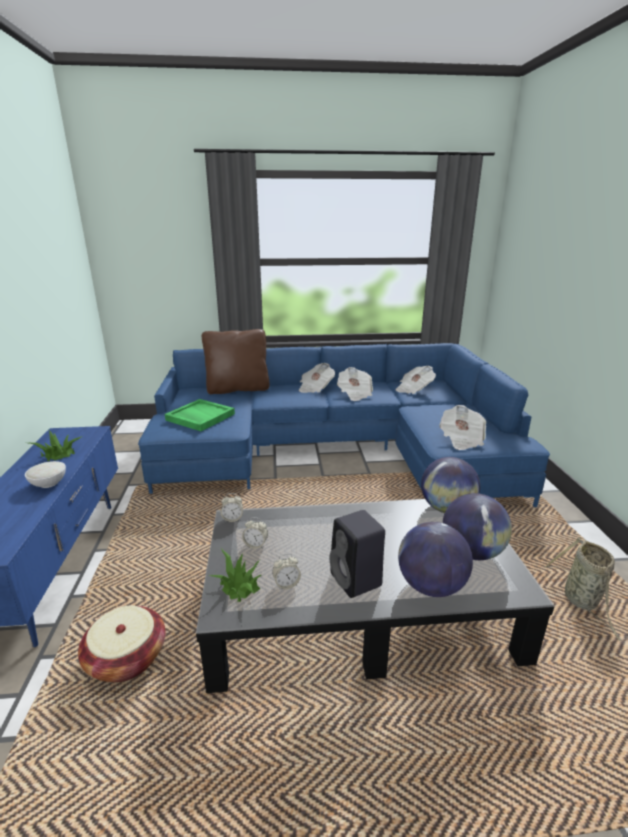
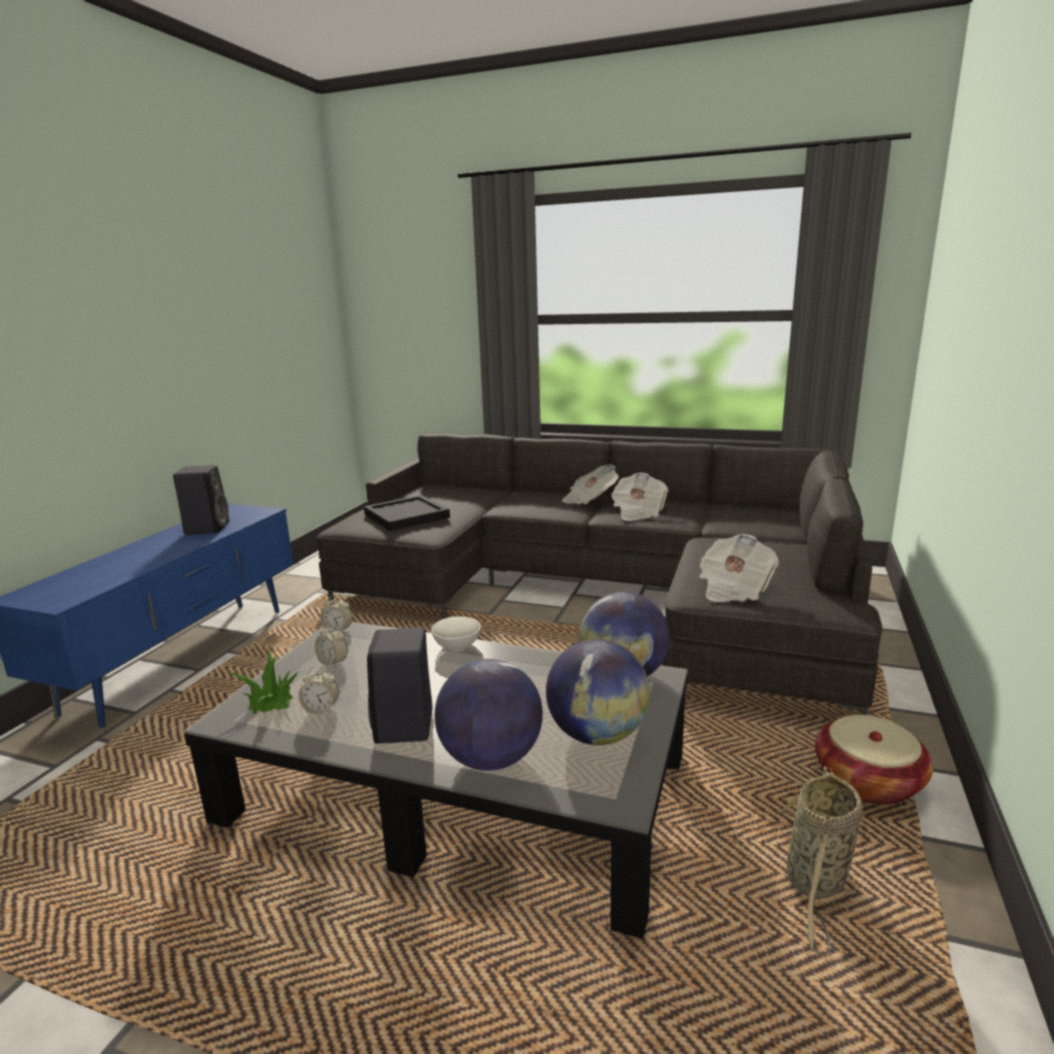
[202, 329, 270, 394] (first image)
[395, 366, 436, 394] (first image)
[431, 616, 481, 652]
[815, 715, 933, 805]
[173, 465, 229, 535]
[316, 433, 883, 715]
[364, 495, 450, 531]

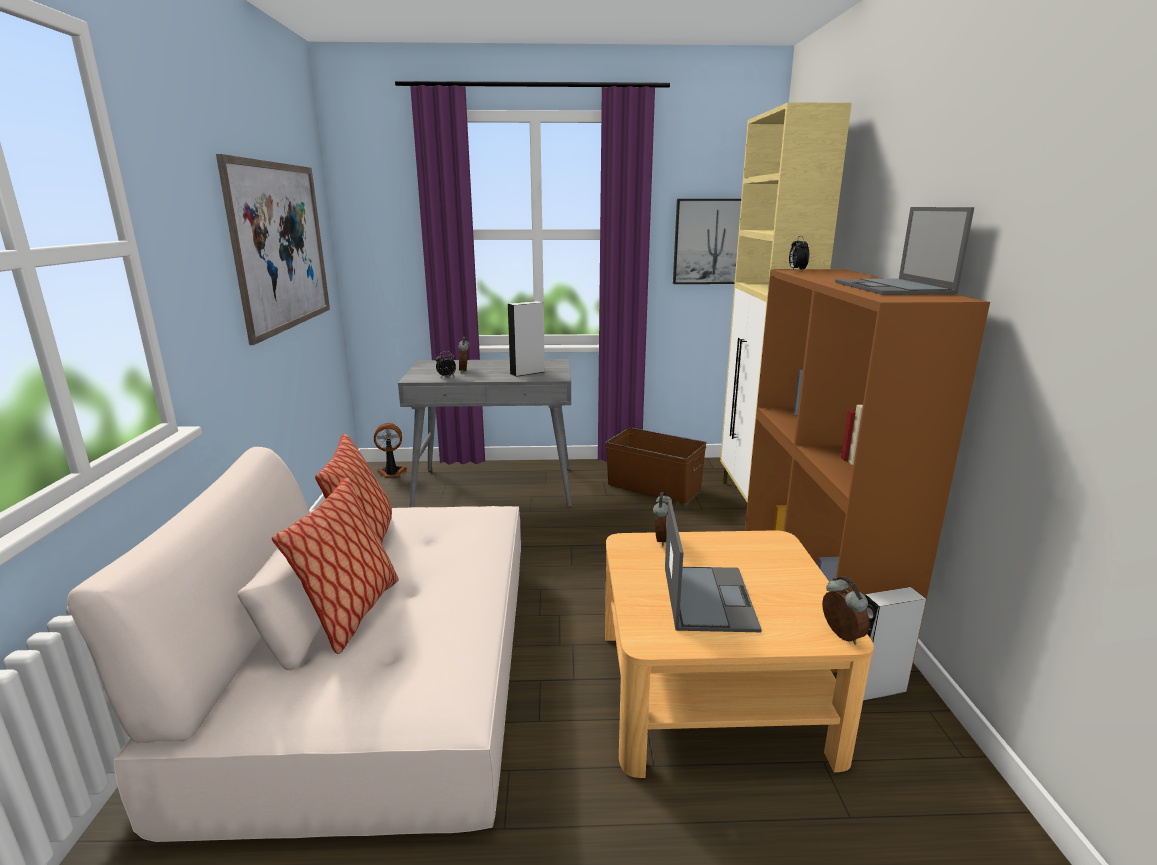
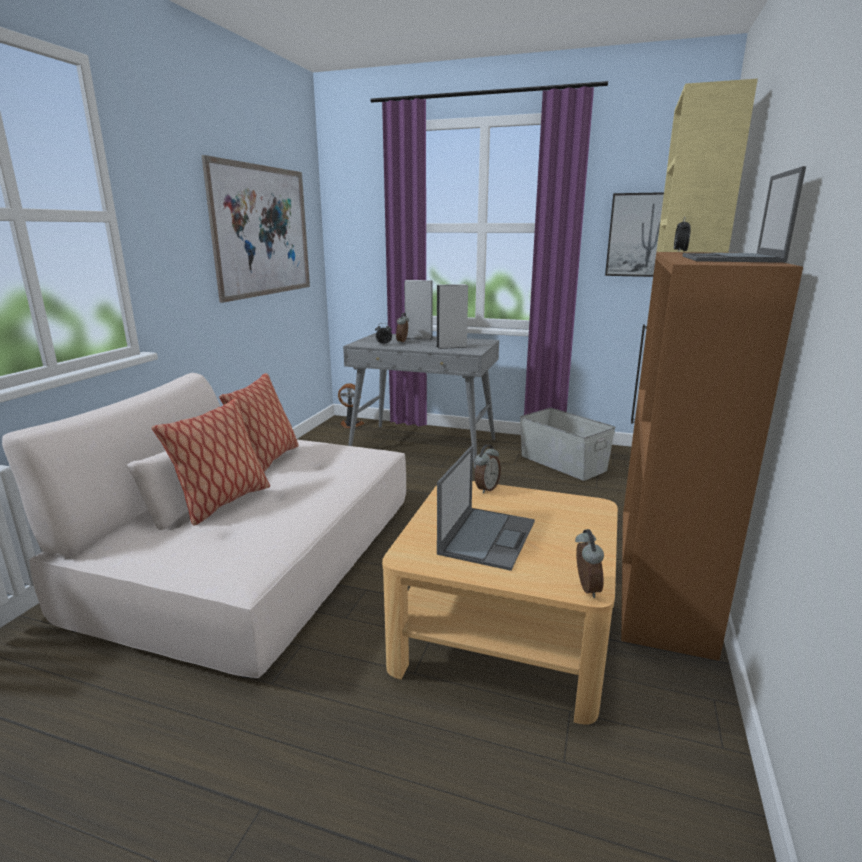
[404, 280, 433, 339]
[520, 408, 616, 481]

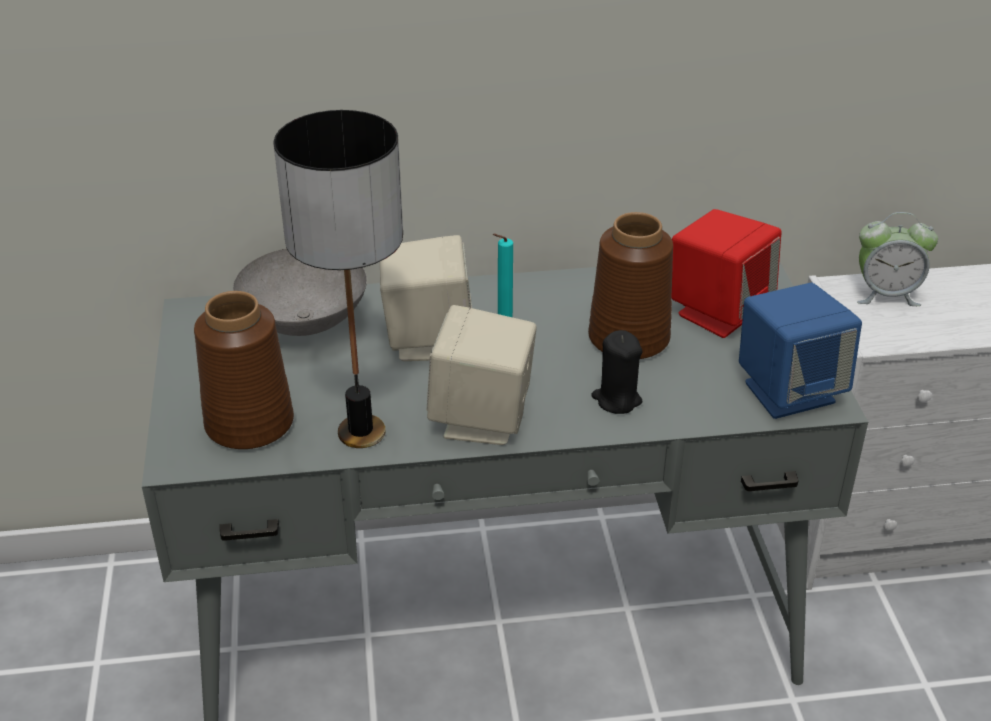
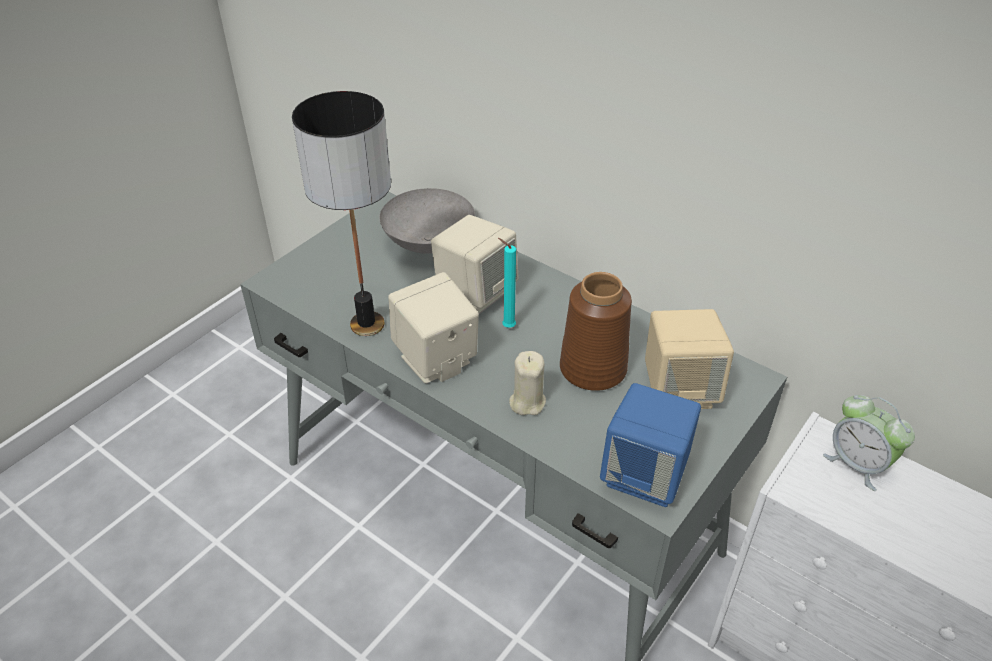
[194, 291, 294, 449] (first image)
[509, 351, 546, 415]
[645, 309, 734, 409]

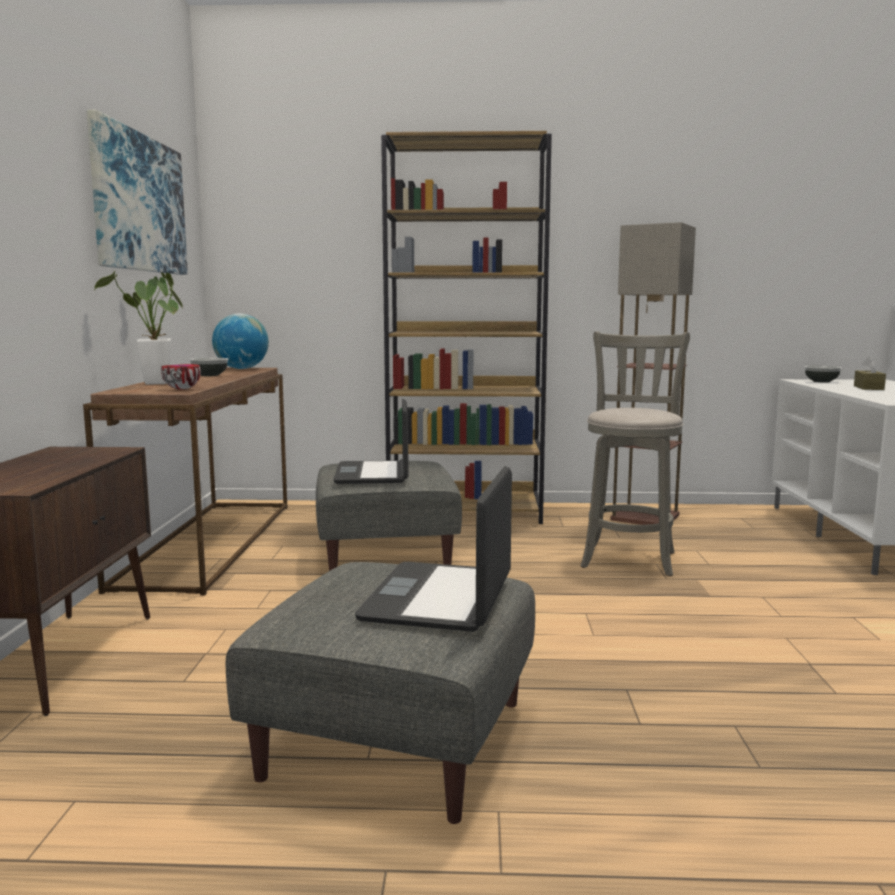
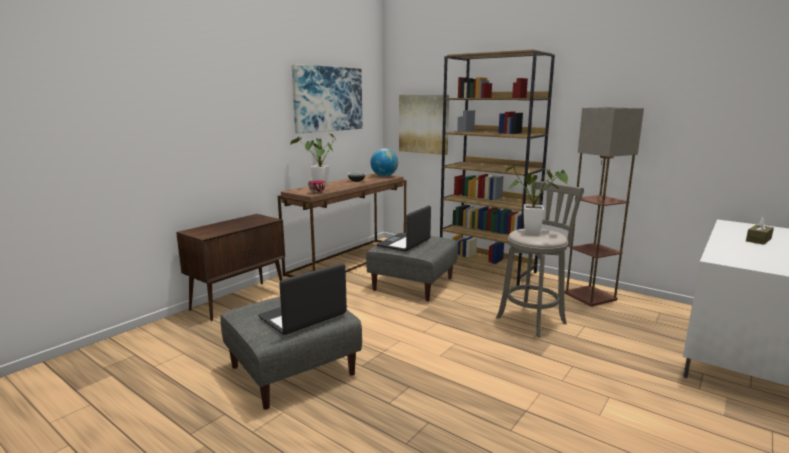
[804, 365, 842, 382] (first image)
[399, 95, 449, 155]
[505, 164, 568, 234]

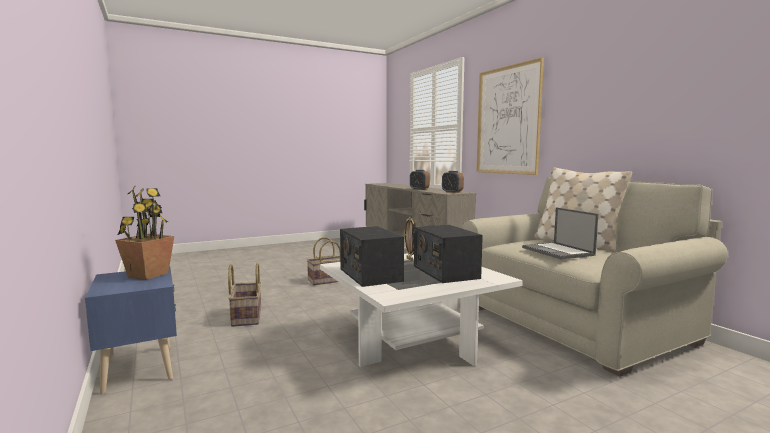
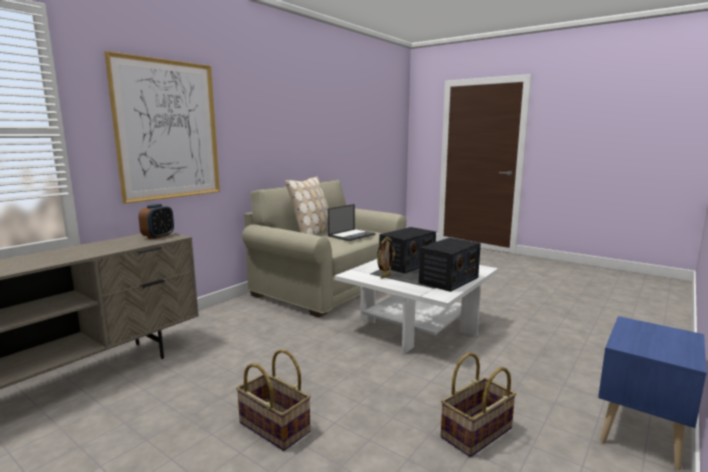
[115, 185, 174, 280] (first image)
[410, 170, 430, 190] (first image)

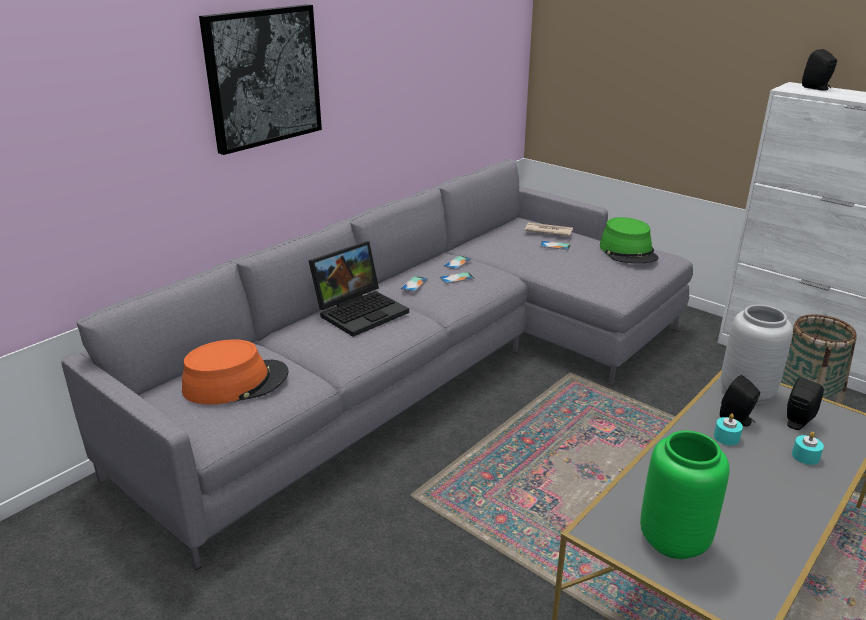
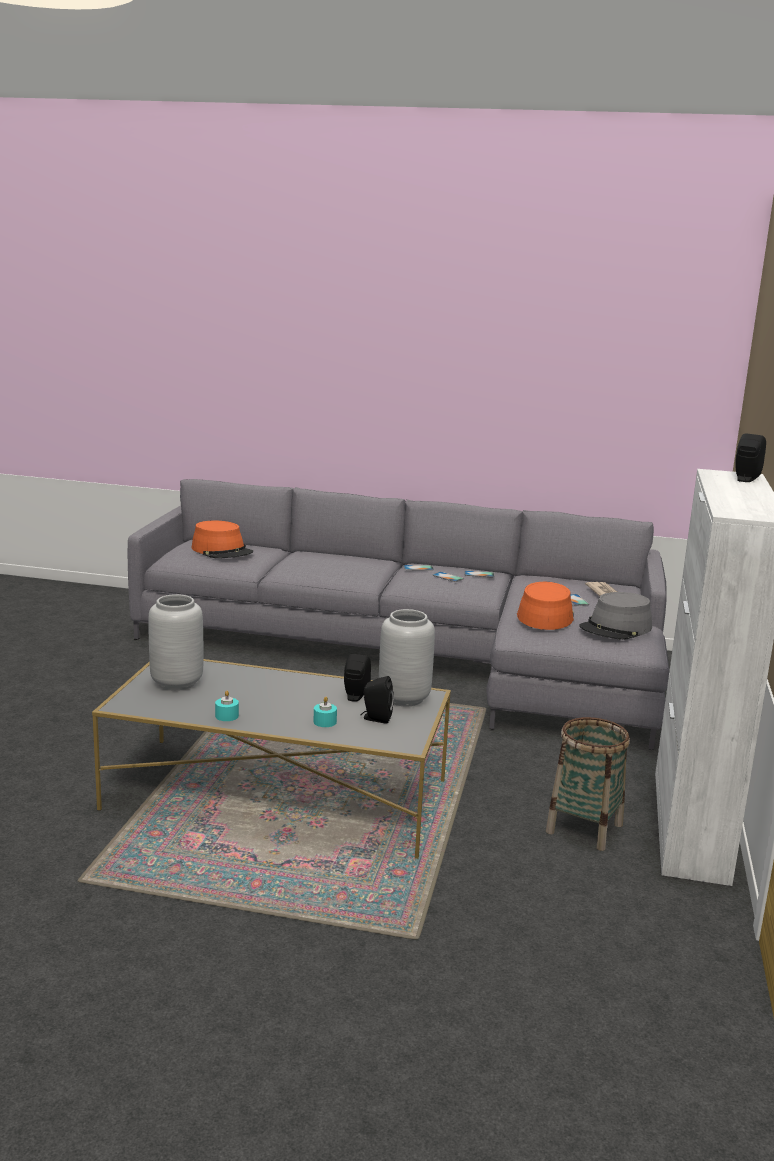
[199, 4, 322, 155] (first image)
[308, 241, 409, 337] (first image)
[517, 582, 574, 630]
[215, 691, 239, 721]
[579, 592, 652, 640]
[148, 594, 203, 690]

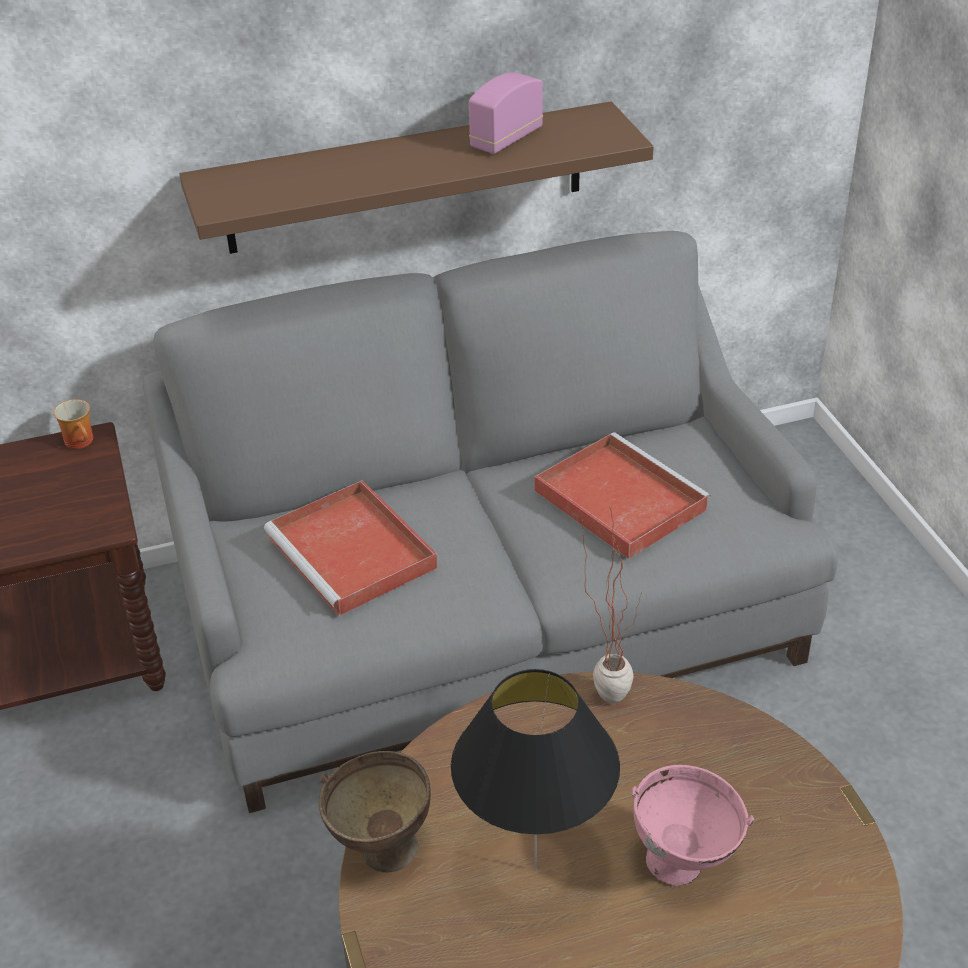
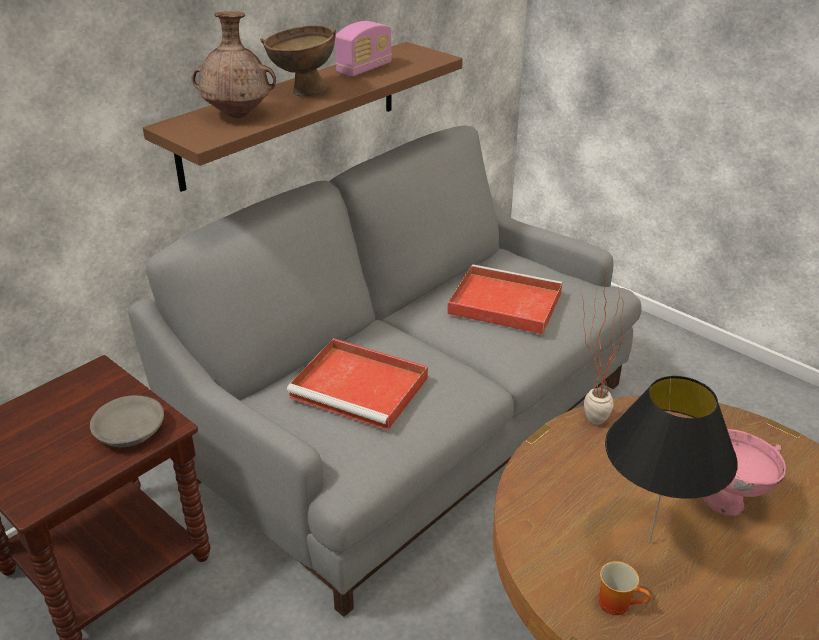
[90, 395, 164, 447]
[191, 11, 276, 118]
[599, 561, 651, 615]
[260, 25, 336, 97]
[335, 21, 392, 76]

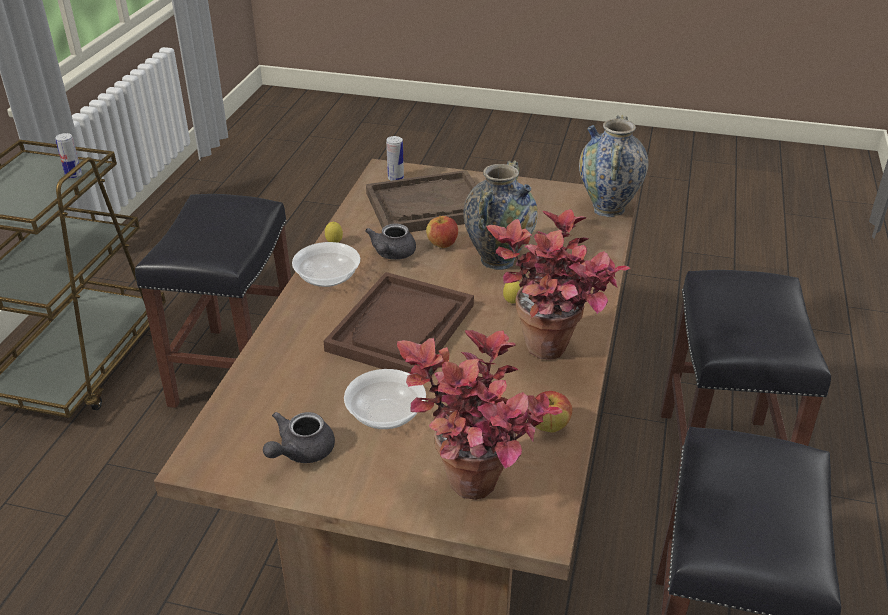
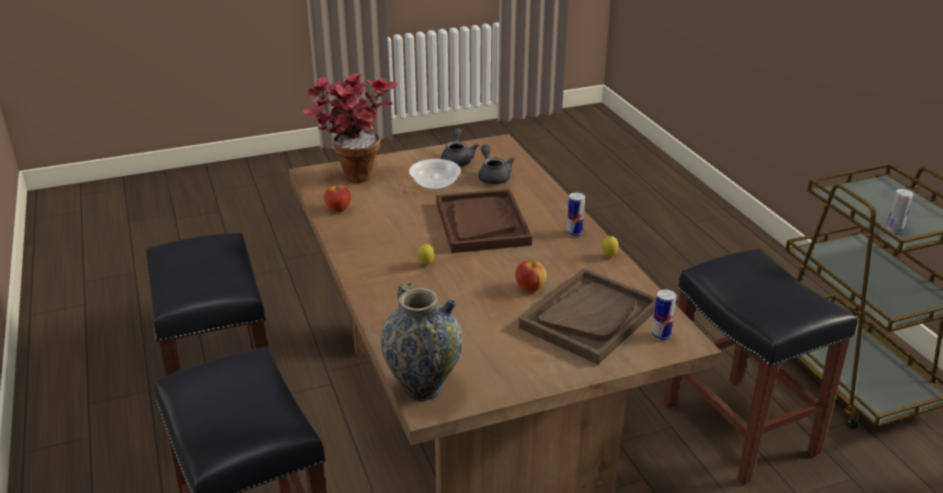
[463, 161, 538, 270] (first image)
[486, 209, 630, 360] (first image)
[478, 144, 515, 184]
[567, 193, 585, 237]

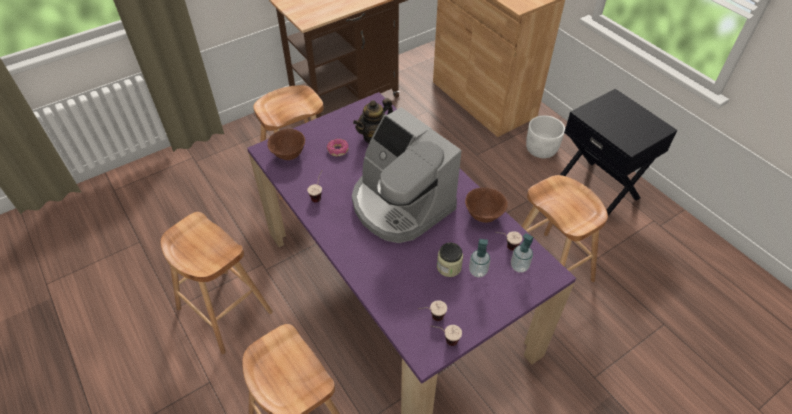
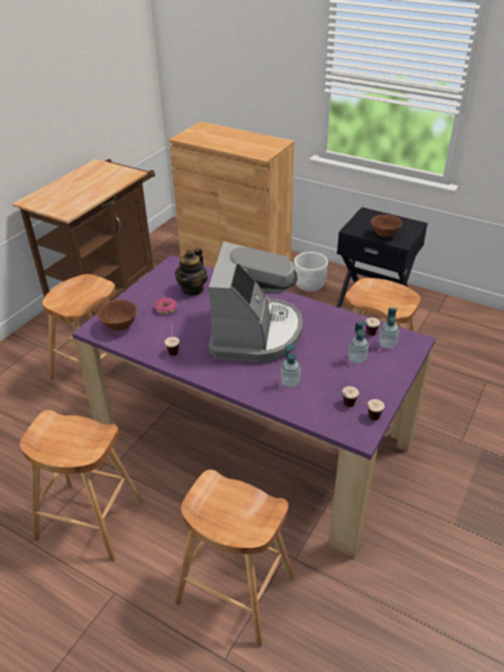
[437, 243, 463, 277] (first image)
[281, 343, 301, 388]
[371, 215, 402, 237]
[208, 241, 303, 362]

